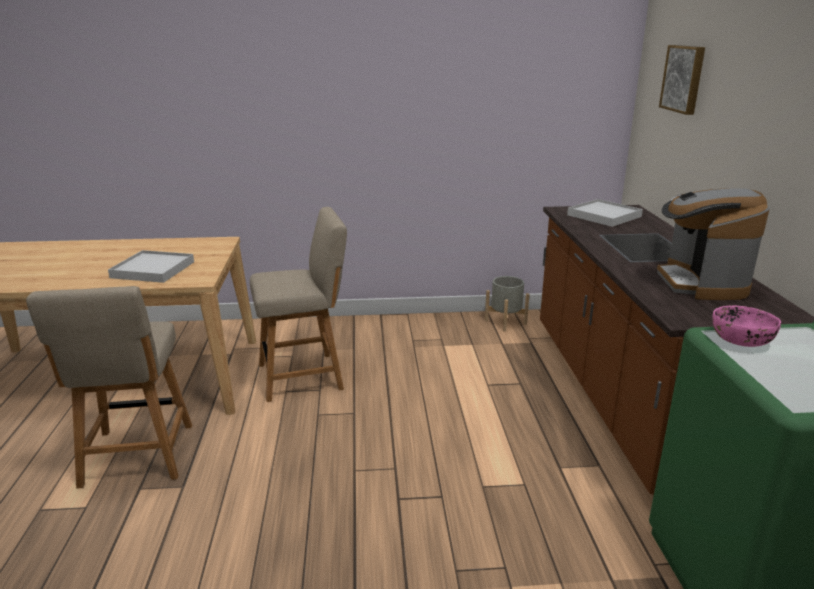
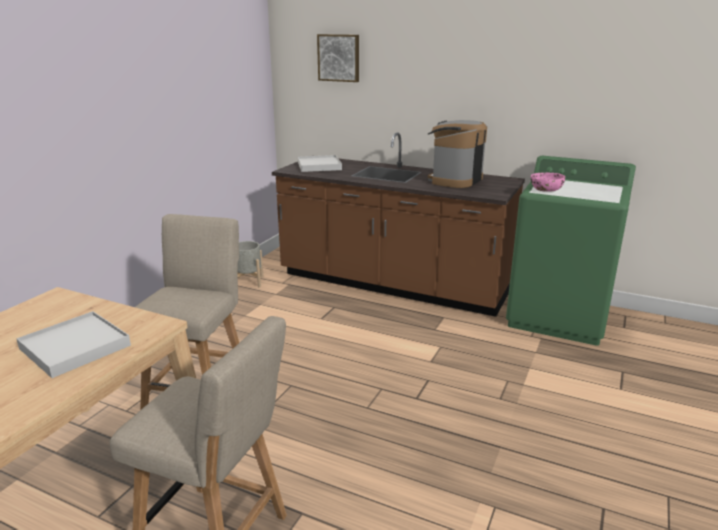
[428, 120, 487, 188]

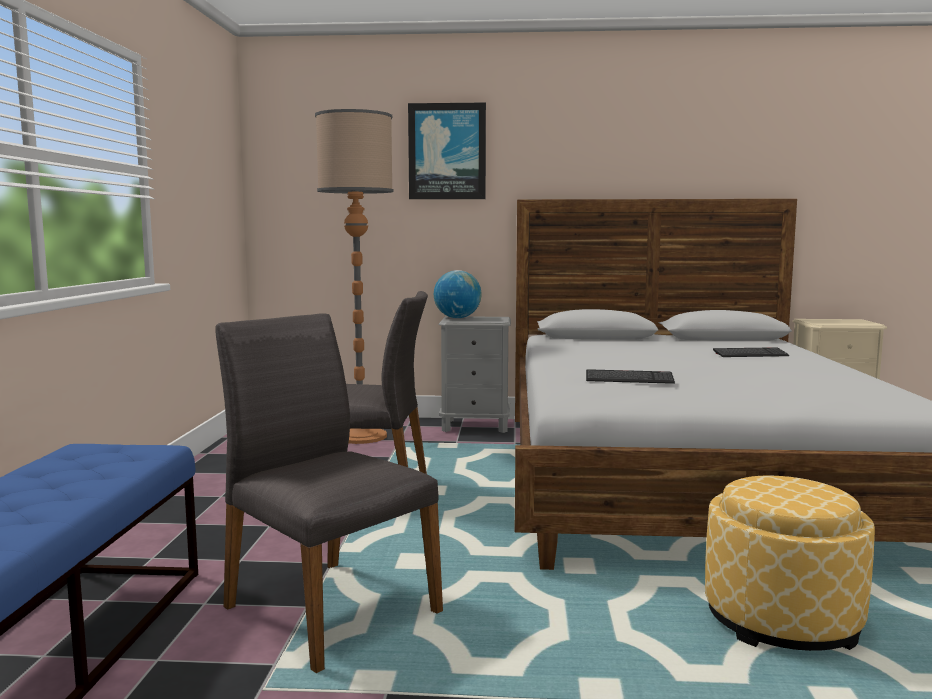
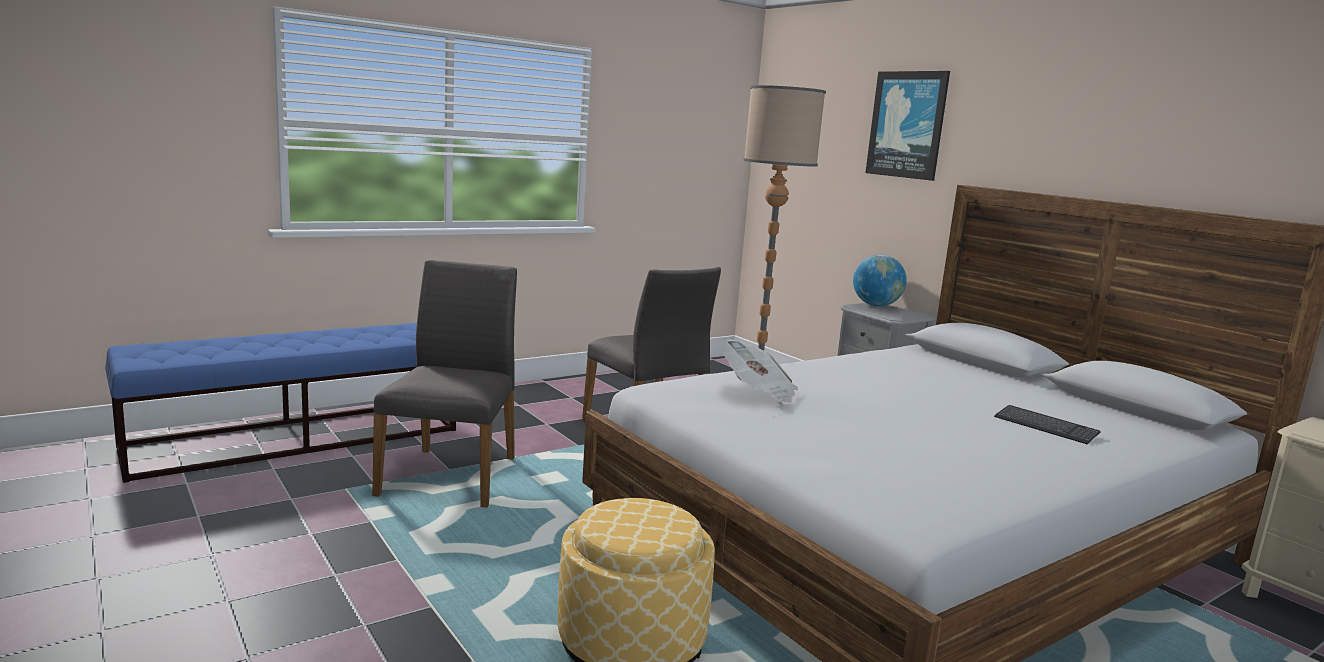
[723, 339, 798, 405]

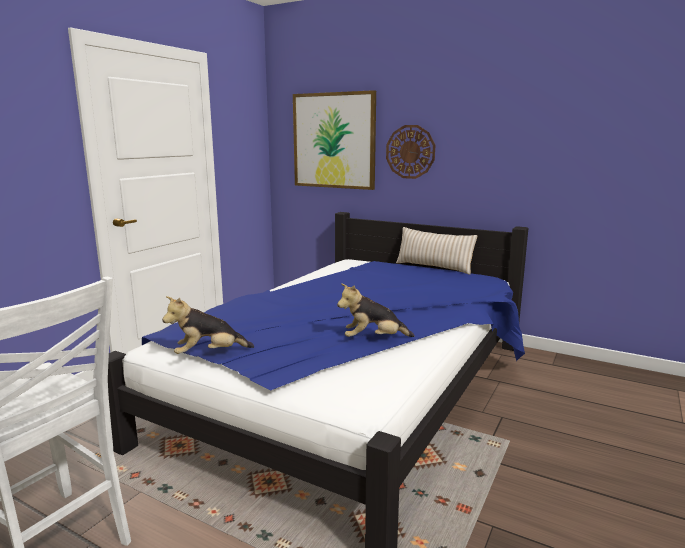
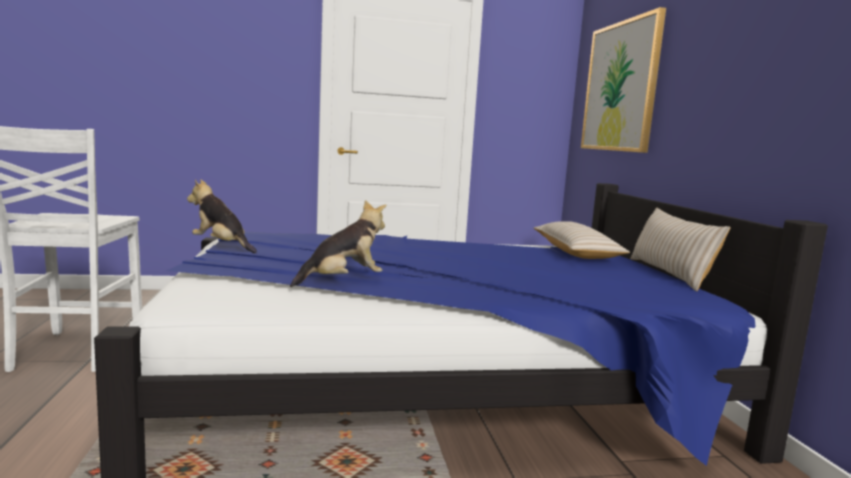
[386, 125, 435, 179] (first image)
[534, 221, 630, 259]
[290, 200, 386, 287]

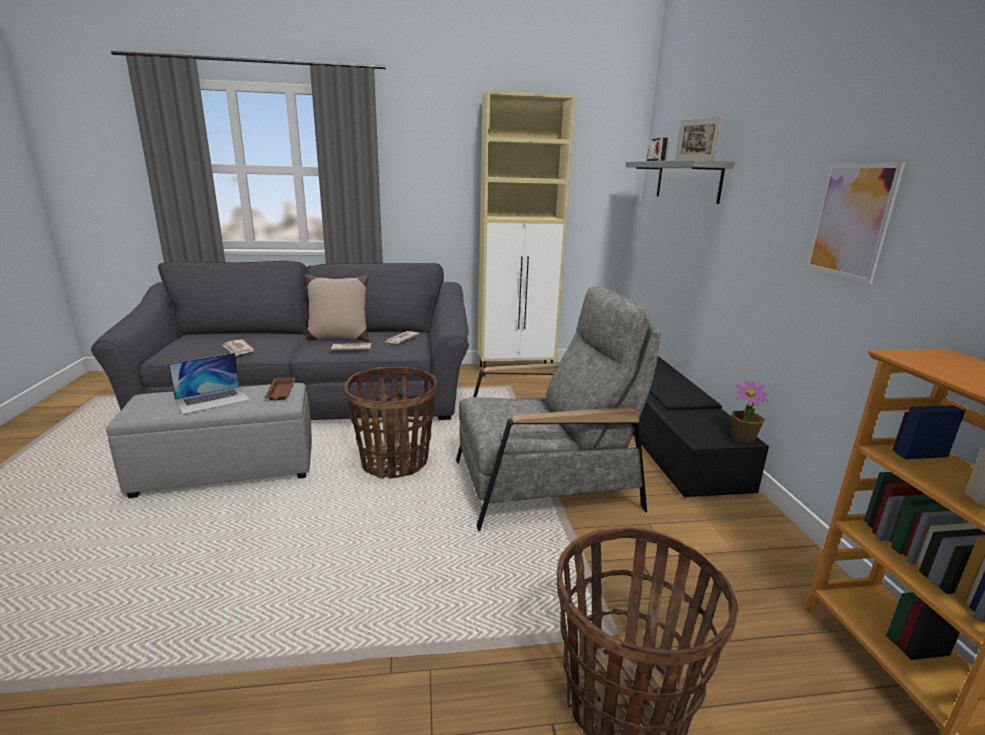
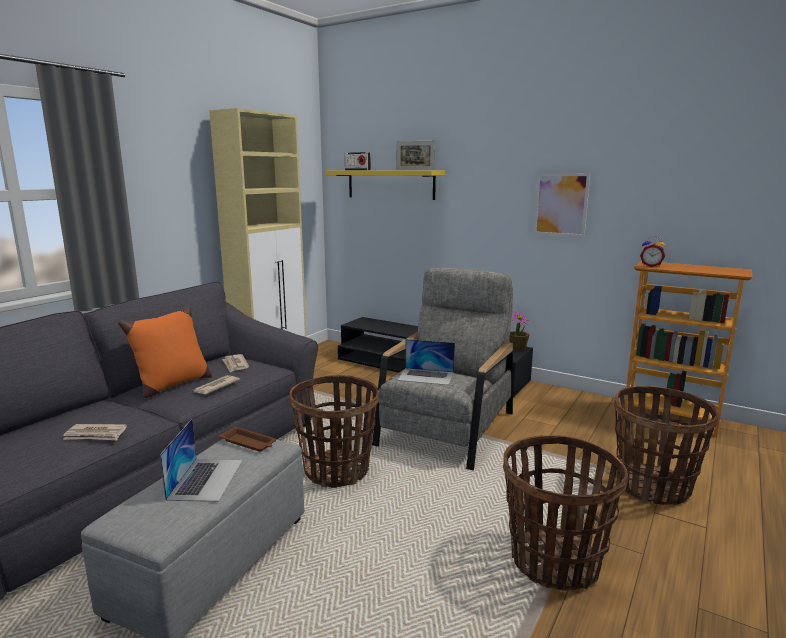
[398, 339, 455, 385]
[503, 435, 628, 591]
[640, 236, 666, 267]
[118, 306, 212, 398]
[325, 170, 445, 200]

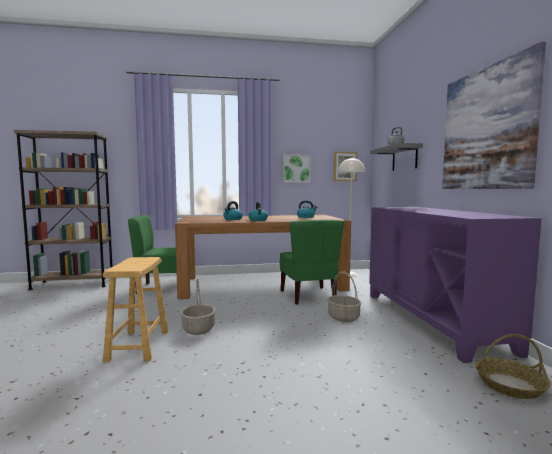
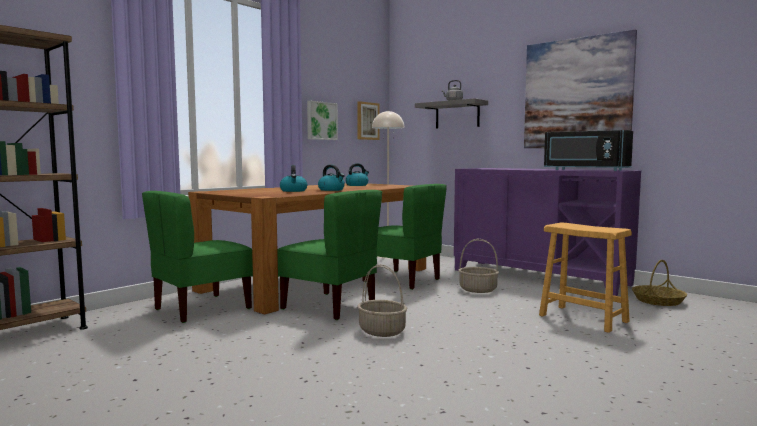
[277, 190, 382, 320]
[544, 130, 633, 171]
[539, 223, 632, 333]

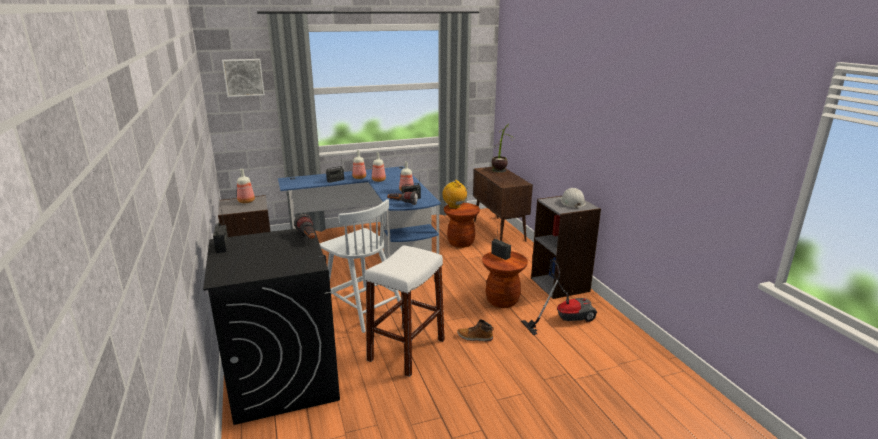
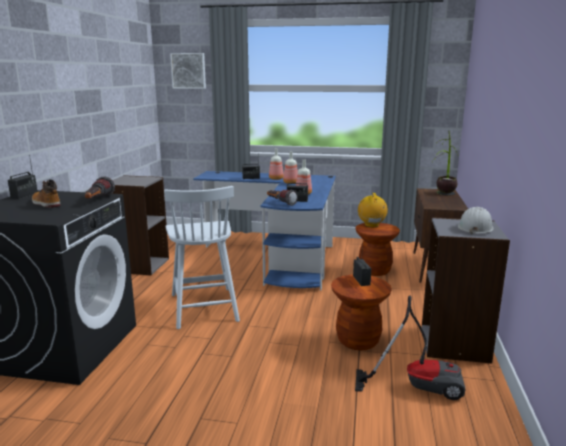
[237, 169, 255, 203] (first image)
[365, 245, 445, 377] (first image)
[32, 179, 61, 208]

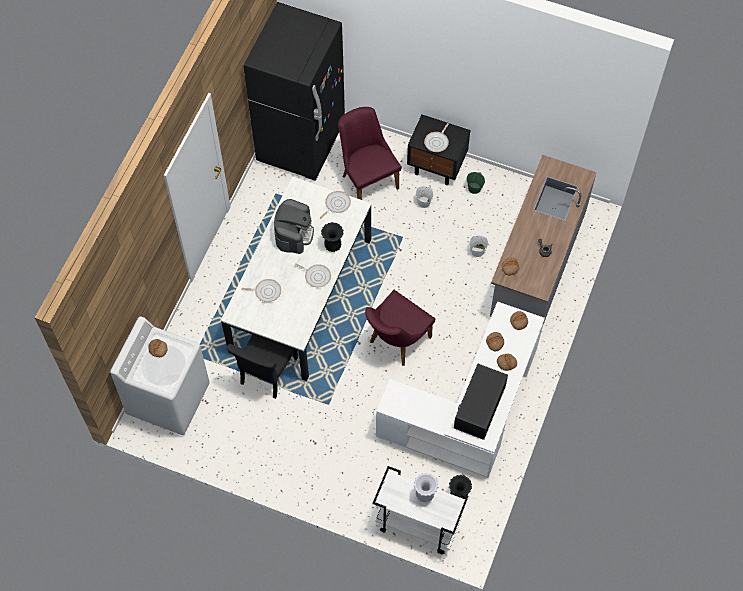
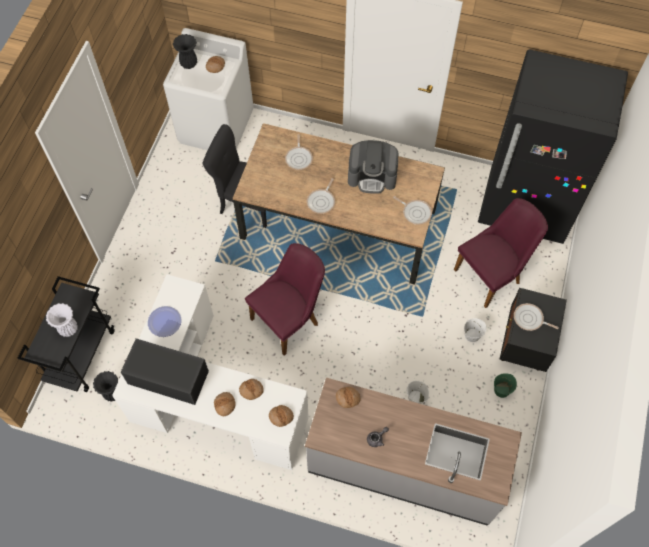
[148, 306, 182, 337]
[173, 34, 197, 69]
[233, 123, 445, 285]
[18, 276, 115, 392]
[245, 243, 325, 356]

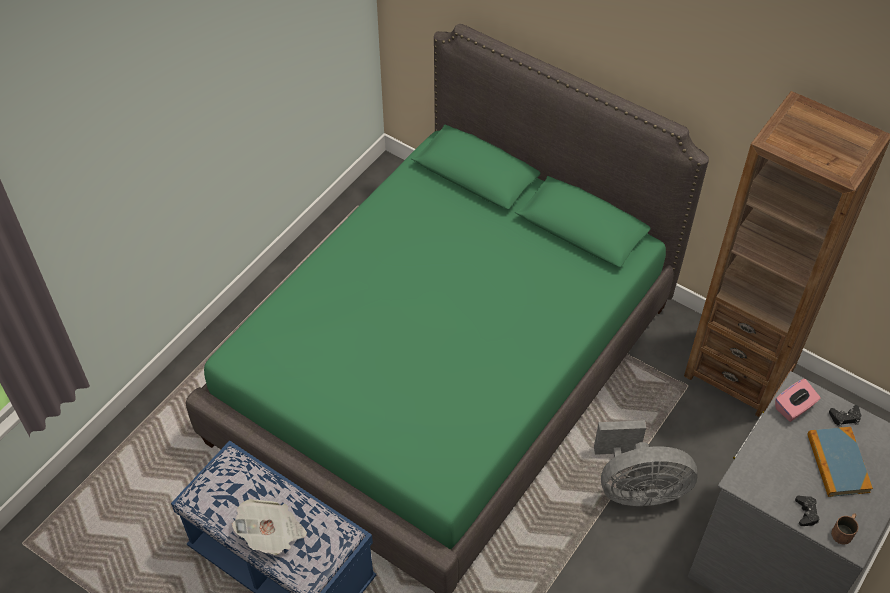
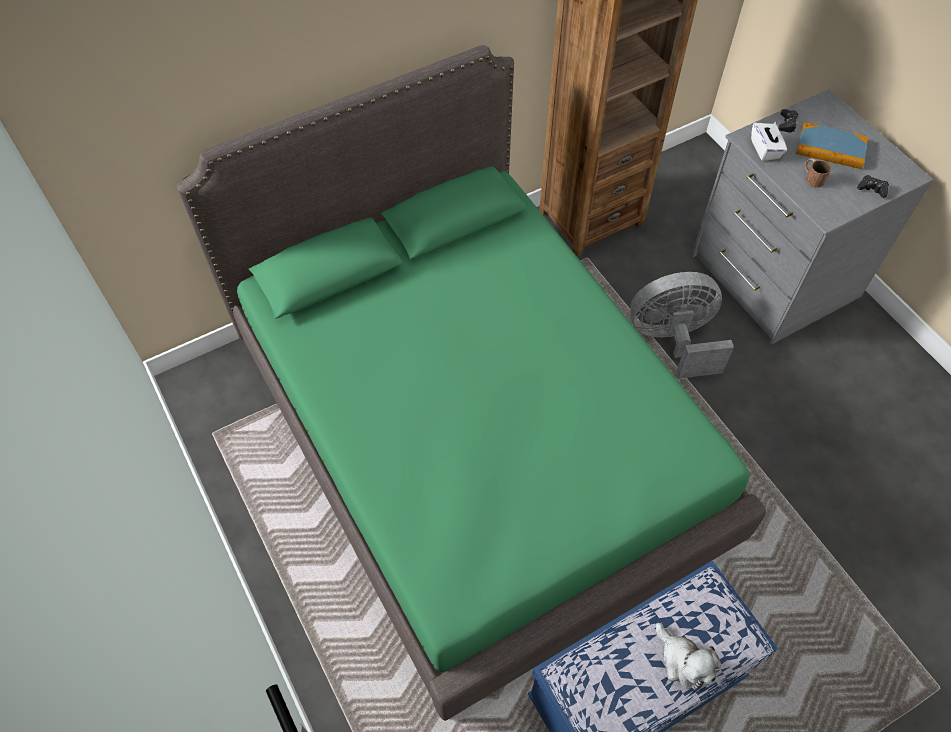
[805, 158, 831, 188]
[656, 623, 721, 690]
[751, 122, 787, 161]
[630, 272, 734, 379]

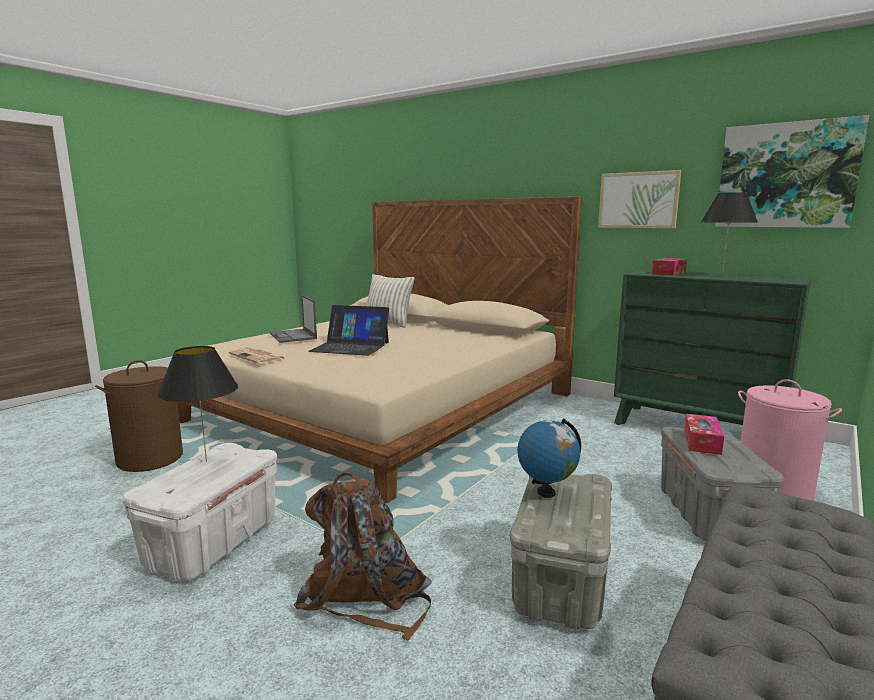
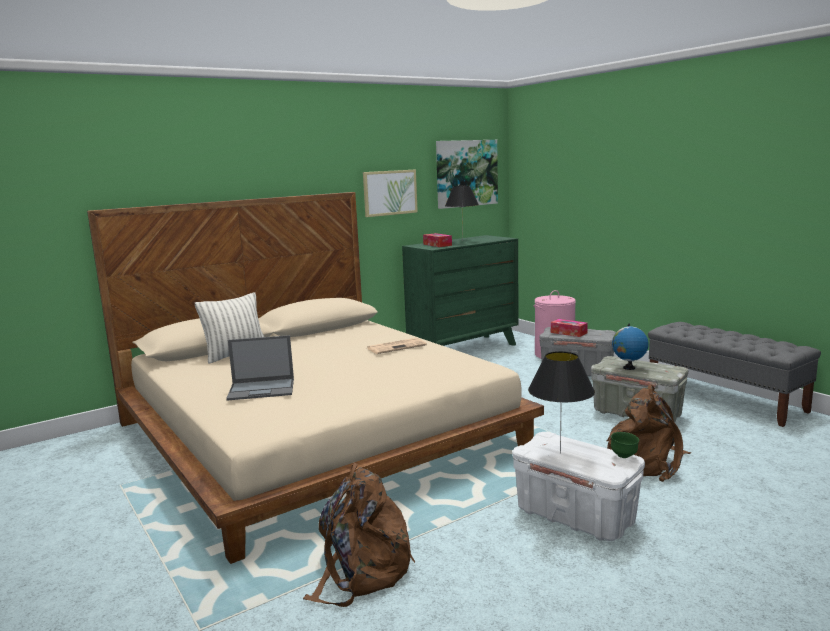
[308, 305, 389, 356] (first image)
[611, 432, 639, 458]
[367, 338, 427, 354]
[303, 462, 415, 607]

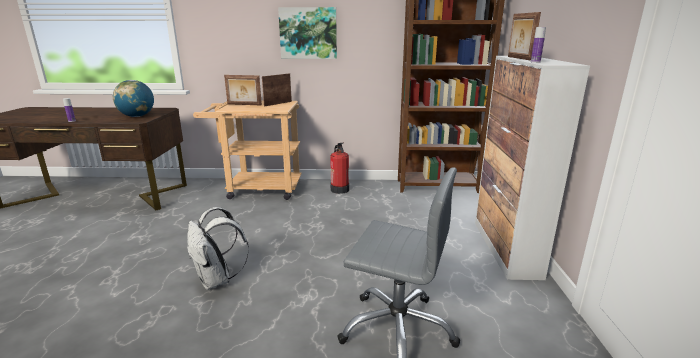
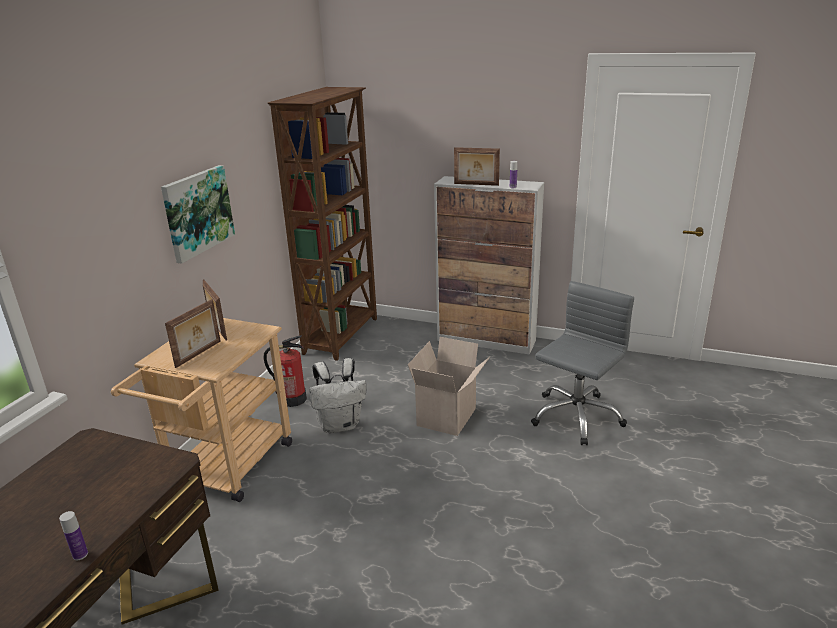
[113, 80, 154, 117] (first image)
[408, 337, 490, 436]
[309, 358, 366, 433]

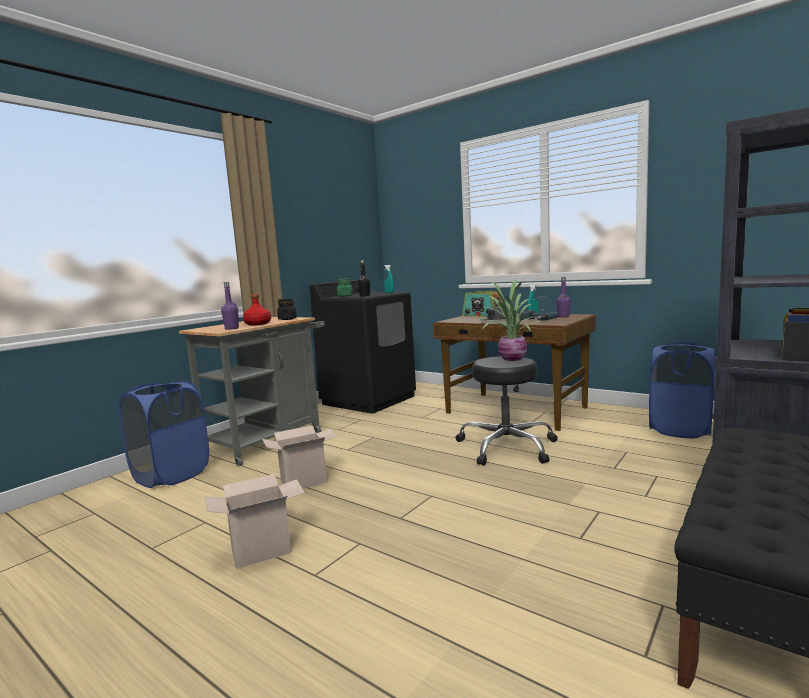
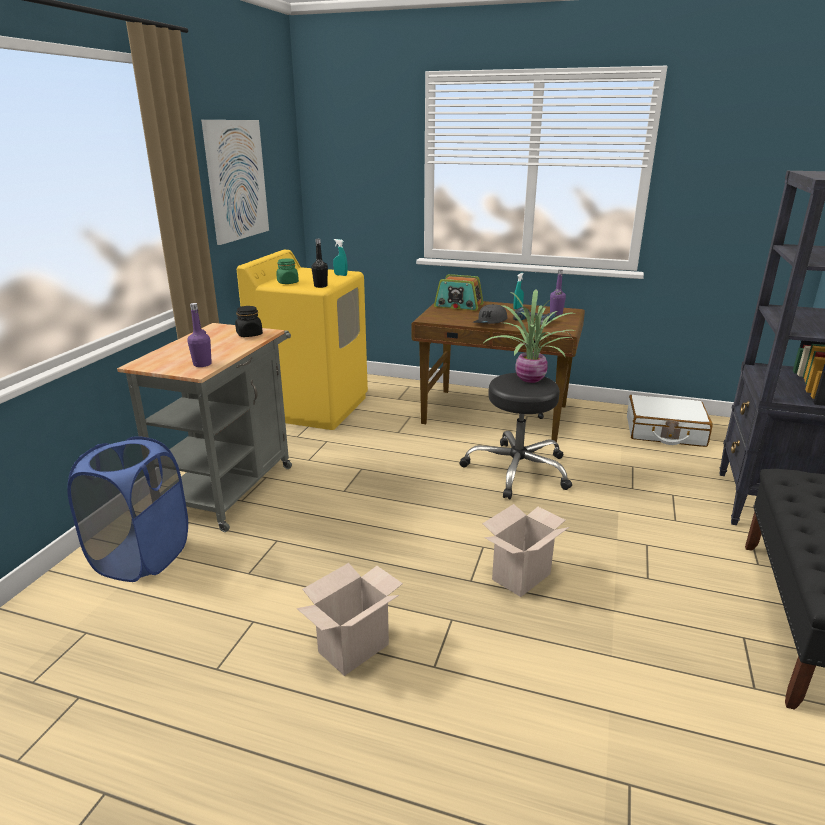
[243, 295, 271, 326] (first image)
[201, 120, 269, 245]
[482, 504, 569, 597]
[627, 395, 713, 447]
[237, 250, 368, 430]

